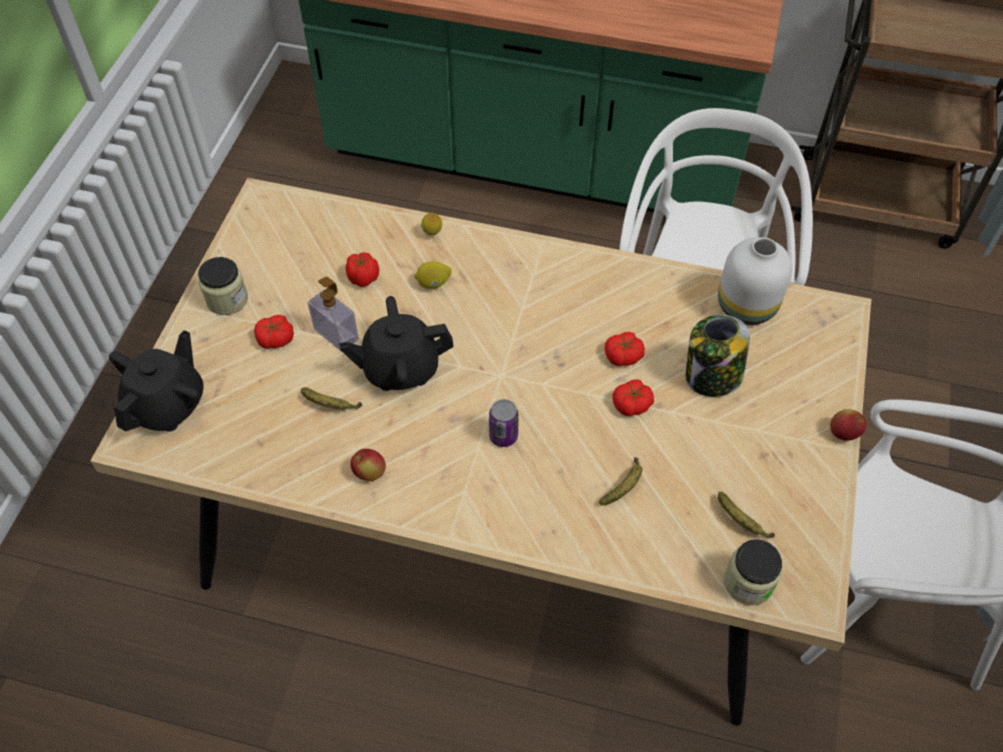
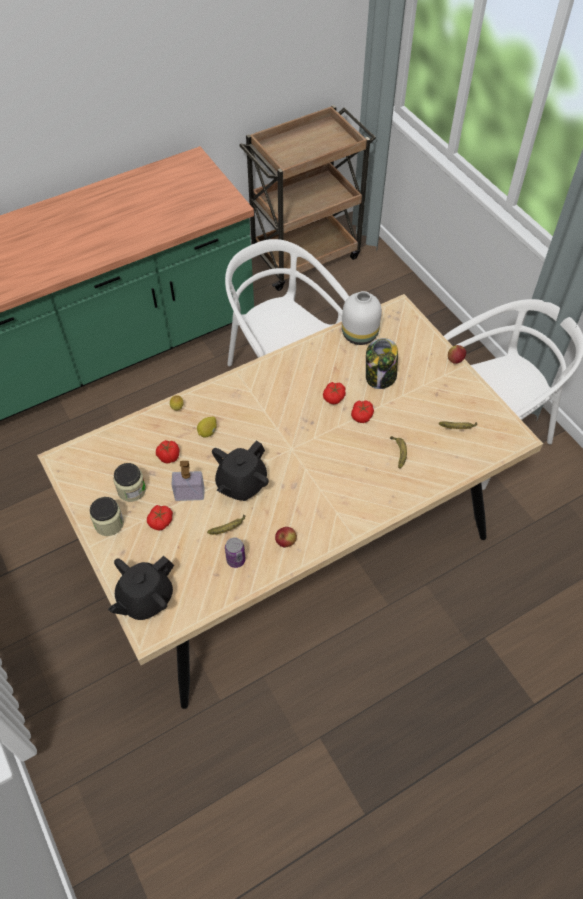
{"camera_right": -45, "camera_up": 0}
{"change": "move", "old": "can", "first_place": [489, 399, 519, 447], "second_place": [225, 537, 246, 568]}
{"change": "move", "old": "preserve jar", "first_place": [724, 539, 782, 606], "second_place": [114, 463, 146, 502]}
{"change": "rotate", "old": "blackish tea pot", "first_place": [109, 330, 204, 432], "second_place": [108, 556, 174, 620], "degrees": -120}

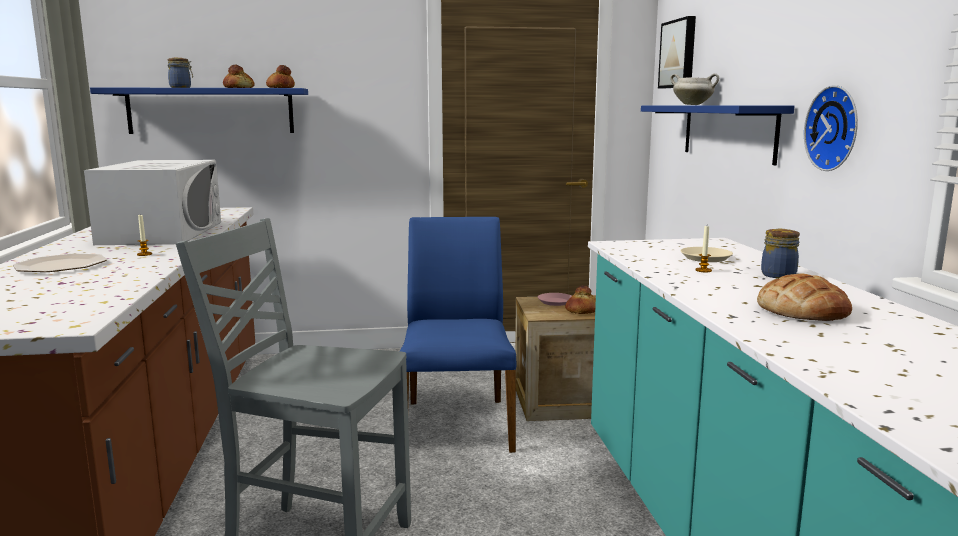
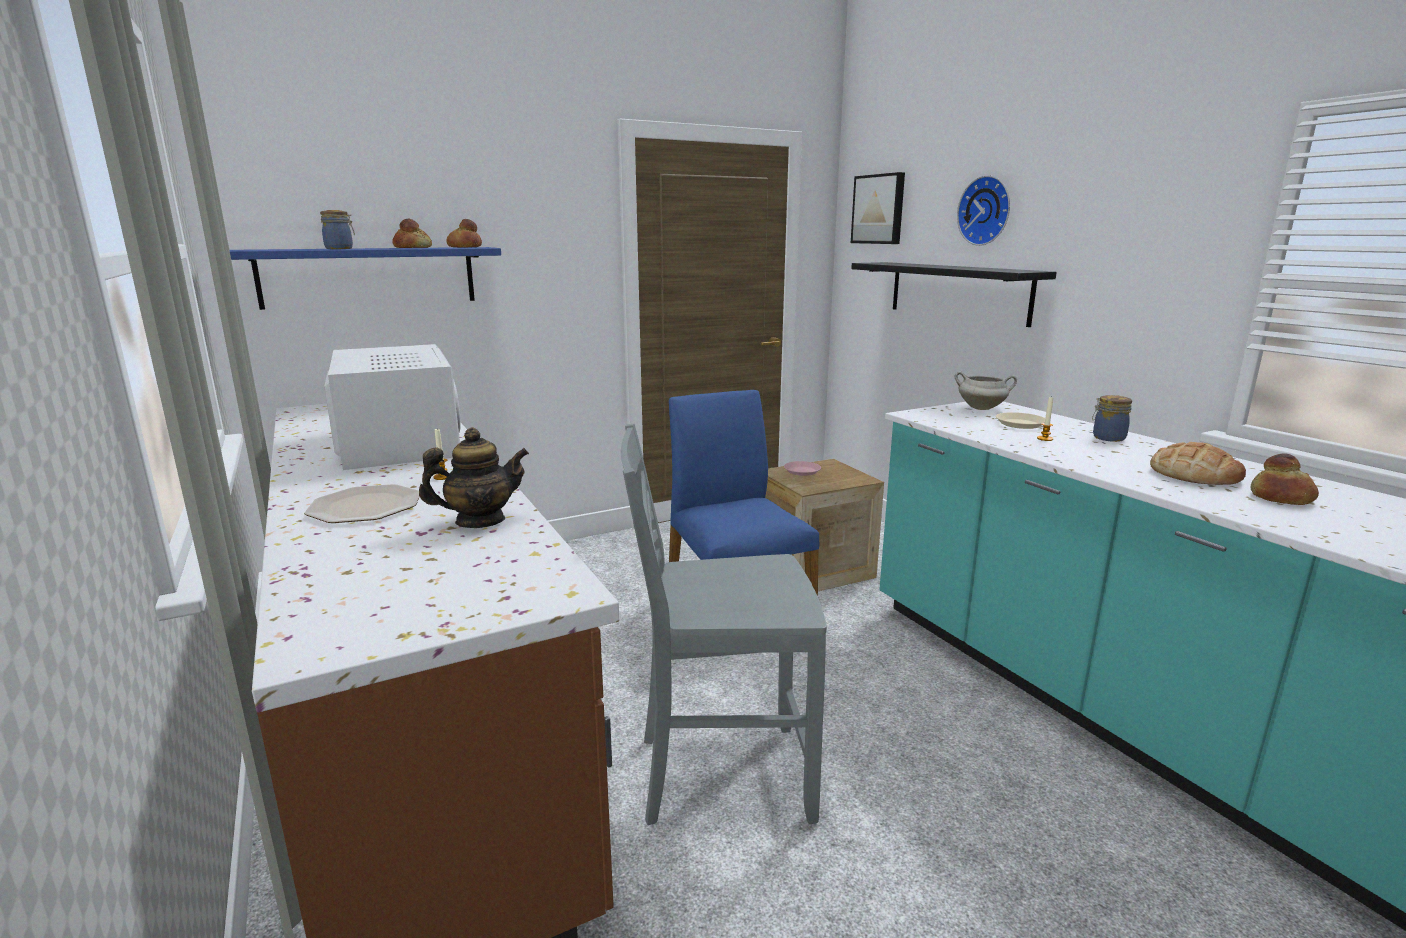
{"camera_right": -20, "camera_up": 5}
{"change": "insert", "new": "tea pot", "second_place": [419, 427, 529, 528]}
{"change": "move", "old": "bakery bread", "first_place": [565, 285, 596, 314], "second_place": [1250, 453, 1319, 505]}
{"change": "move", "old": "white stockpot", "first_place": [670, 73, 719, 105], "second_place": [954, 371, 1017, 410]}
{"change": "move", "old": "wall clock", "first_place": [804, 85, 858, 171], "second_place": [957, 175, 1010, 246]}
{"change": "recolor", "old": "blue-coloured bracket shelf", "new": "blackish bracket shelf", "first_place": [641, 105, 795, 165], "second_place": [851, 262, 1057, 327]}

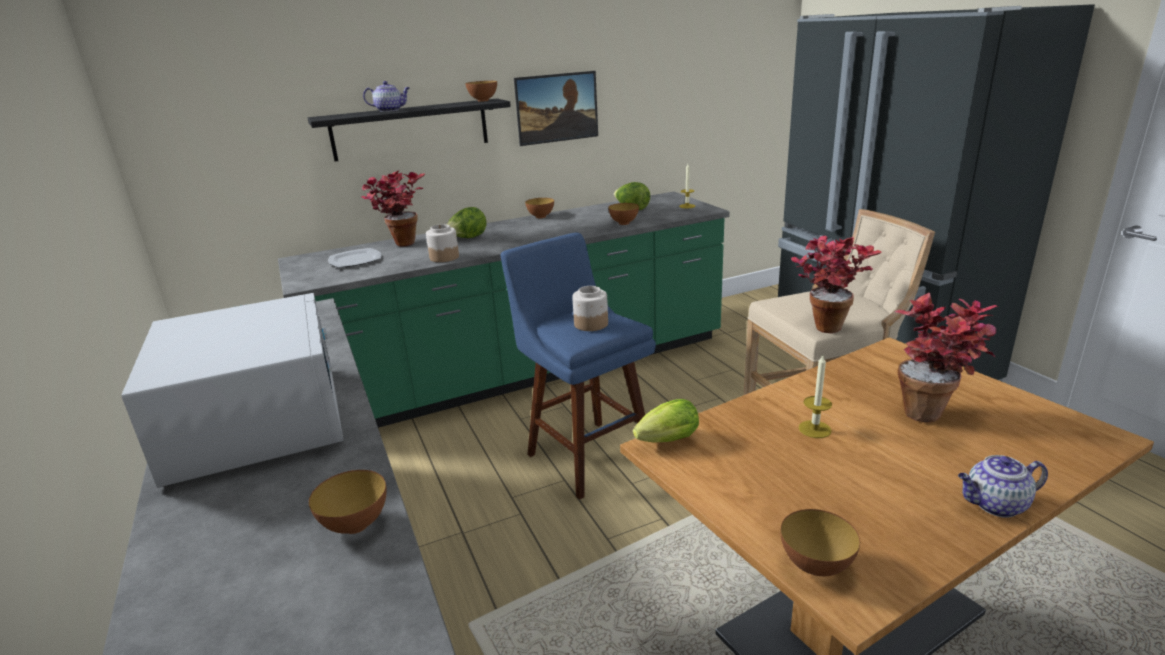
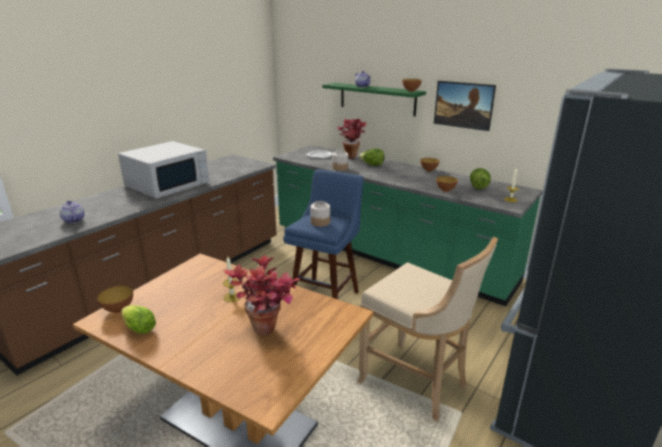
{"camera_right": 60, "camera_up": 0}
{"change": "delete", "old": "bowl", "first_place": [309, 470, 387, 534]}
{"change": "delete", "old": "houseplant", "first_place": [791, 236, 881, 333]}
{"change": "move", "old": "lettuce", "first_place": [633, 399, 699, 443], "second_place": [122, 305, 156, 334]}
{"change": "move", "old": "tea pot", "first_place": [958, 455, 1048, 518], "second_place": [60, 201, 85, 223]}
{"change": "recolor", "old": "blackish bracket shelf", "new": "greenish bracket shelf", "first_place": [308, 98, 511, 162], "second_place": [322, 83, 426, 116]}

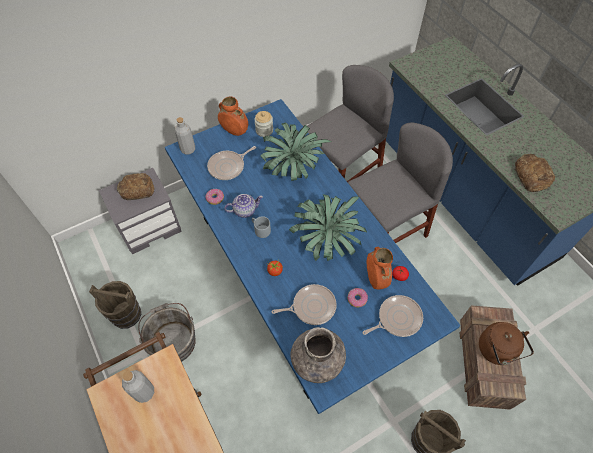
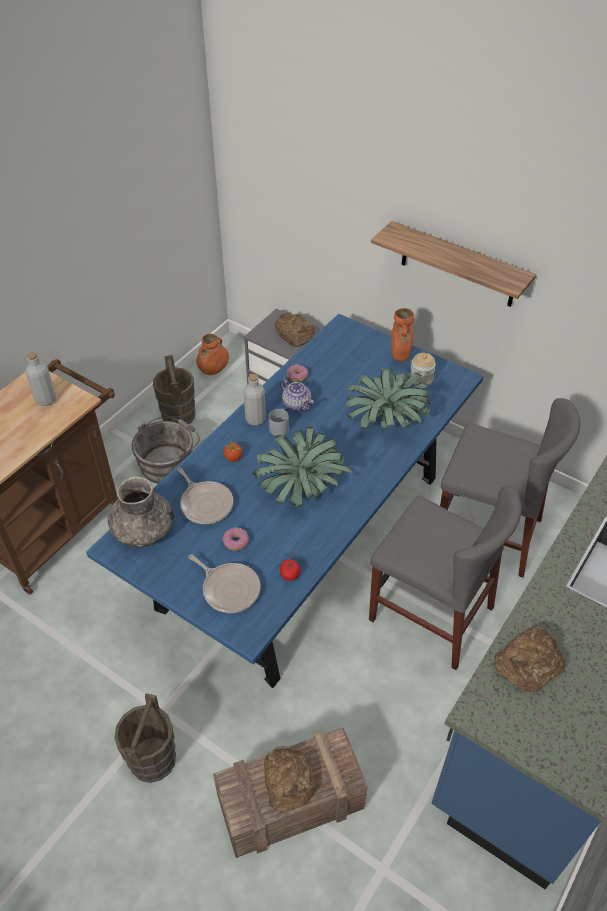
{"camera_right": 65, "camera_up": -10}
{"change": "delete", "old": "skillet", "first_place": [207, 146, 256, 180]}
{"change": "insert", "new": "bracket shelf", "second_place": [371, 221, 536, 307]}
{"change": "move", "old": "greyish beverage bottle", "first_place": [175, 117, 195, 155], "second_place": [244, 374, 266, 425]}
{"change": "move", "old": "orange-coloured vase", "first_place": [367, 247, 393, 289], "second_place": [196, 334, 229, 375]}
{"change": "replace", "old": "brownish water kettle", "new": "bakery bread", "first_place": [479, 322, 534, 365], "second_place": [264, 746, 316, 812]}

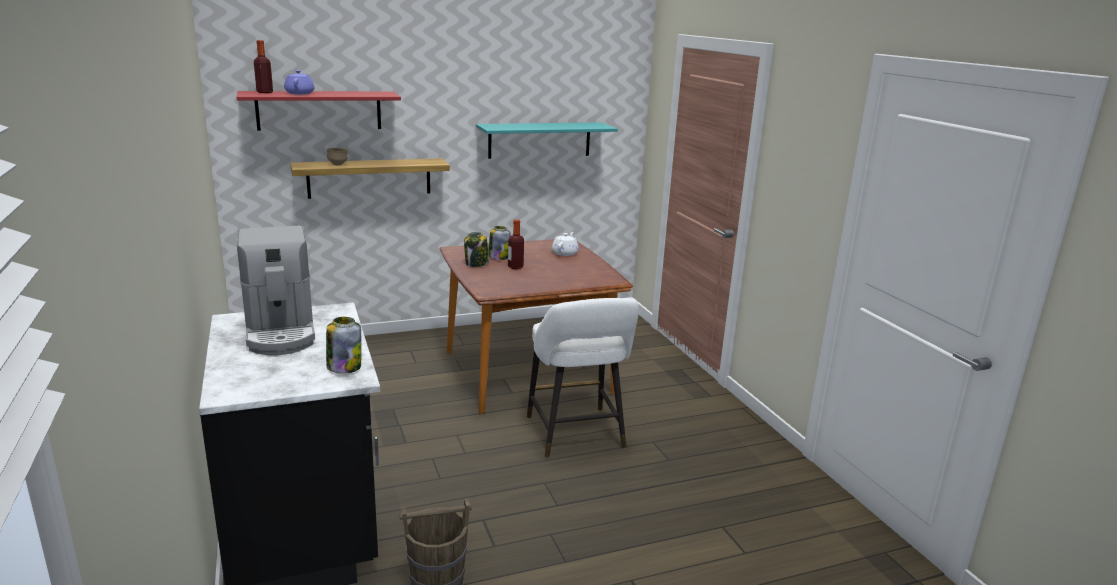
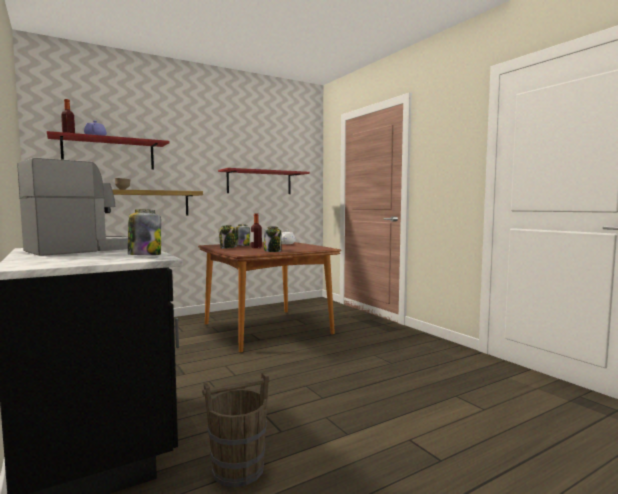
{"camera_right": -10, "camera_up": -15}
{"change": "delete", "old": "white stool", "first_place": [527, 298, 639, 458]}
{"change": "insert", "new": "preserve jar", "second_place": [264, 226, 282, 252]}
{"change": "recolor", "old": "blue-green bracket shelf", "new": "reddish bracket shelf", "first_place": [476, 122, 618, 159], "second_place": [218, 168, 310, 194]}
{"change": "rotate", "old": "coffee maker", "first_place": [237, 226, 315, 355], "second_place": [18, 158, 128, 256], "degrees": -105}

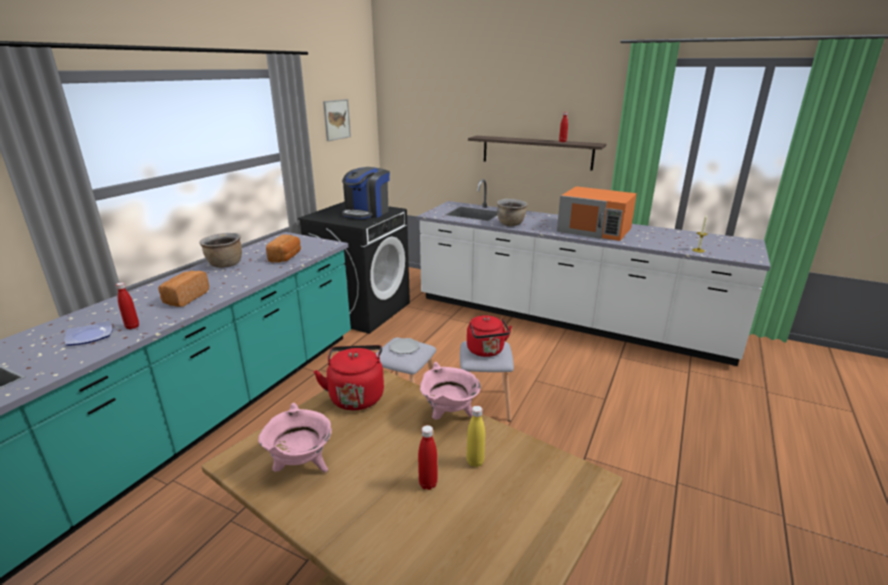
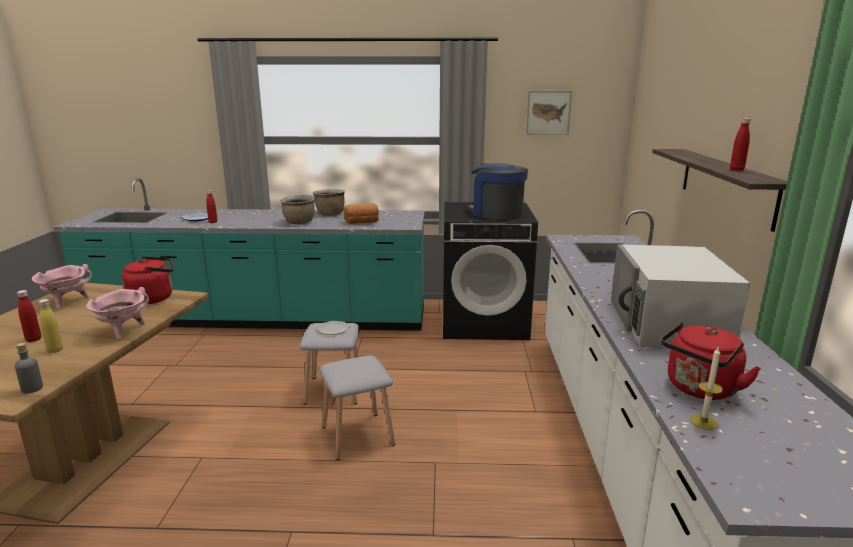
{"camera_right": 65, "camera_up": -5}
{"change": "delete", "old": "bakery bread", "first_place": [158, 271, 209, 307]}
{"change": "insert", "new": "greyish beverage bottle", "second_place": [15, 343, 43, 394]}
{"change": "move", "old": "reddish water kettle", "first_place": [467, 315, 512, 357], "second_place": [661, 322, 761, 400]}
{"change": "move", "old": "brownish stockpot", "first_place": [497, 199, 528, 226], "second_place": [280, 195, 315, 224]}
{"change": "recolor", "old": "orange-coloured microwave oven", "new": "white microwave oven", "first_place": [557, 186, 637, 241], "second_place": [611, 244, 750, 347]}
{"change": "rotate", "old": "coffee maker", "first_place": [342, 167, 390, 219], "second_place": [467, 163, 528, 220], "degrees": 45}

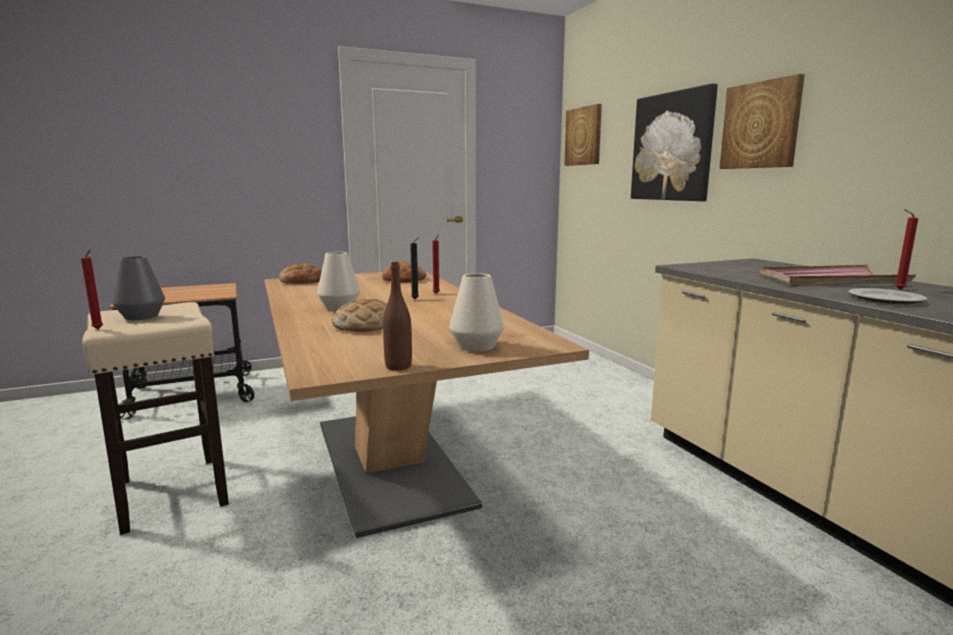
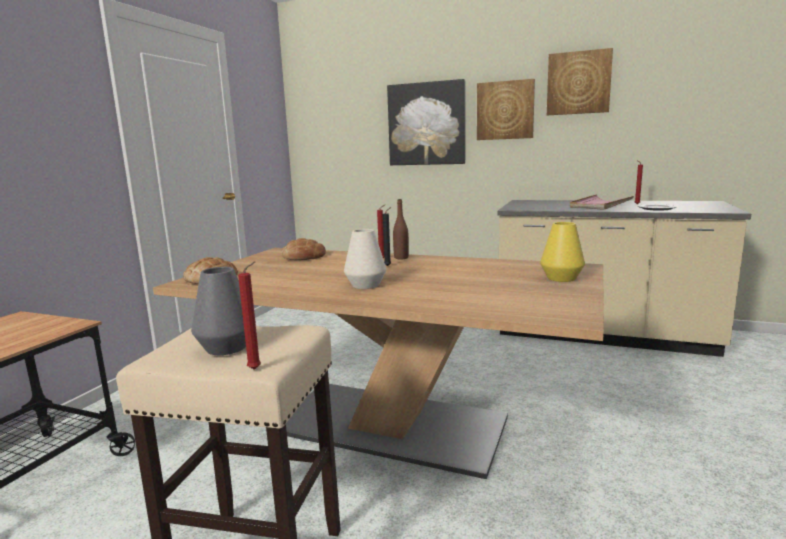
{"camera_right": -45, "camera_up": 0}
{"change": "delete", "old": "bakery bread", "first_place": [332, 299, 387, 332]}
{"change": "move", "old": "brownish beverage bottle", "first_place": [383, 262, 412, 370], "second_place": [393, 199, 409, 259]}
{"change": "move", "old": "wall art", "first_place": [564, 104, 602, 166], "second_place": [547, 48, 613, 115]}
{"change": "recolor", "old": "white vase", "new": "yellow-coloured vase", "first_place": [449, 273, 504, 352], "second_place": [540, 222, 585, 282]}

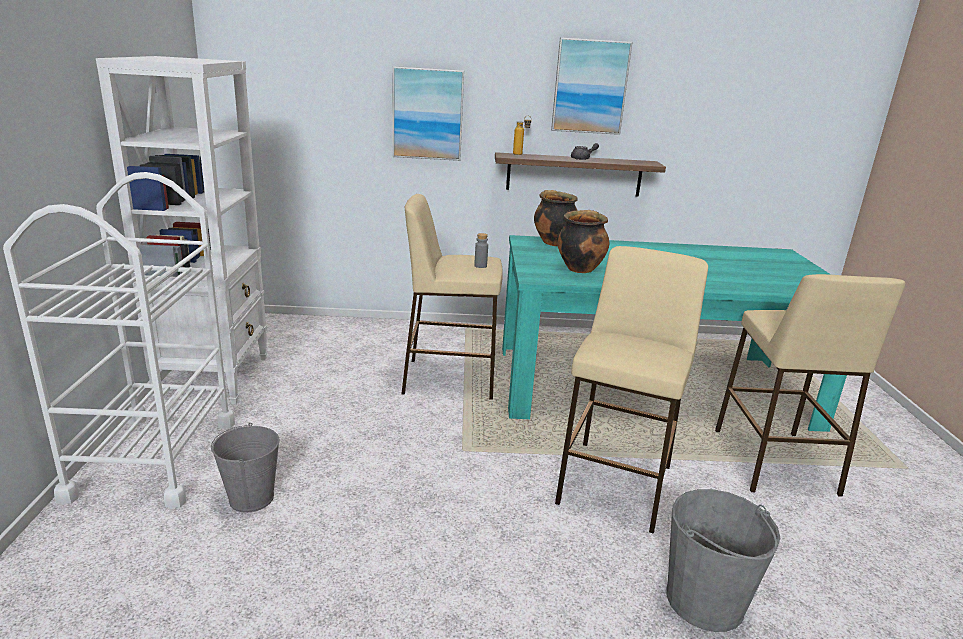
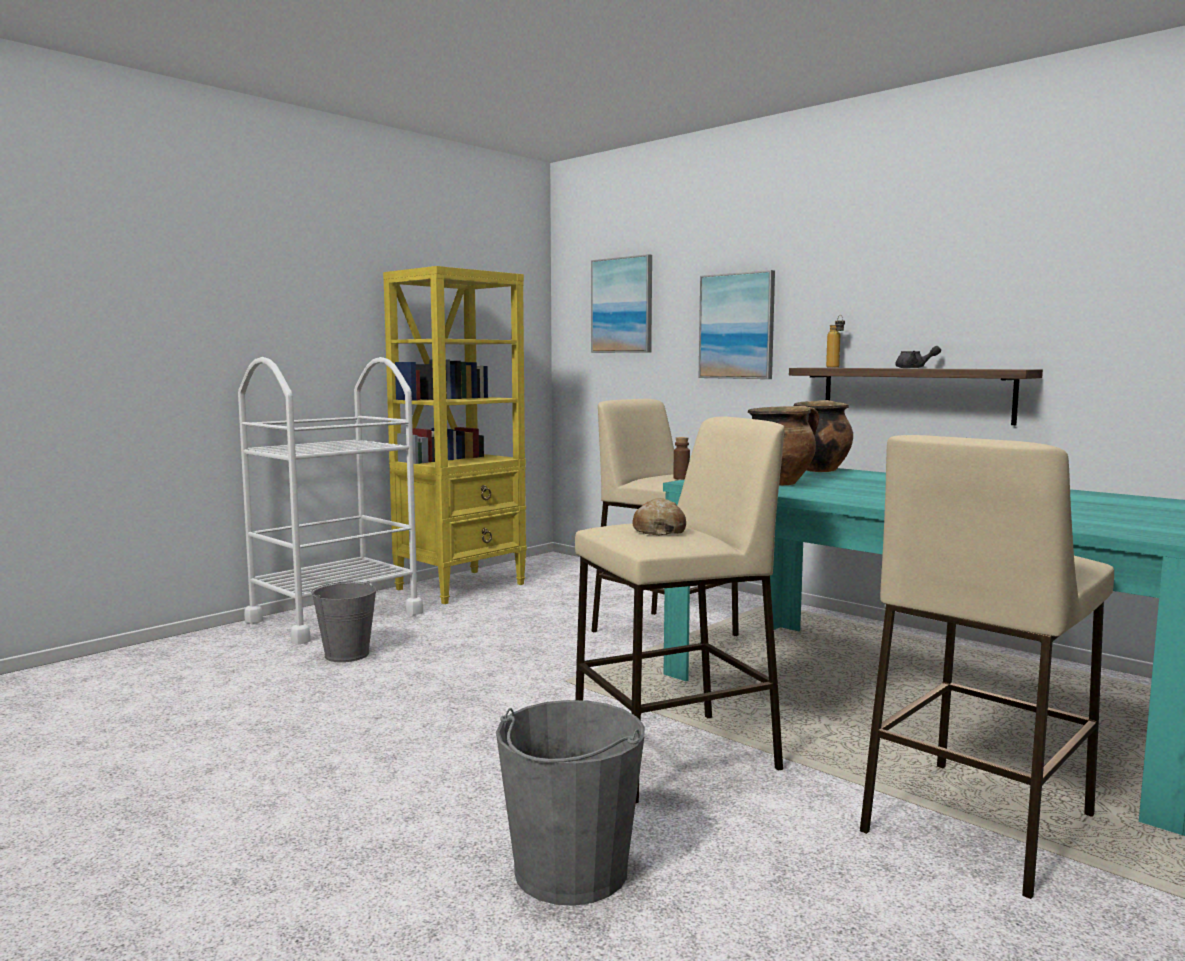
{"camera_right": 45, "camera_up": -15}
{"change": "insert", "new": "bakery bread", "second_place": [632, 498, 686, 535]}
{"change": "move", "old": "wall art", "first_place": [551, 38, 632, 135], "second_place": [591, 254, 652, 353]}
{"change": "recolor", "old": "white shelving unit", "new": "yellow-coloured shelving unit", "first_place": [96, 56, 267, 404], "second_place": [383, 266, 527, 604]}
{"change": "recolor", "old": "greyish beverage bottle", "new": "brownish beverage bottle", "first_place": [474, 233, 488, 268], "second_place": [674, 437, 690, 480]}

